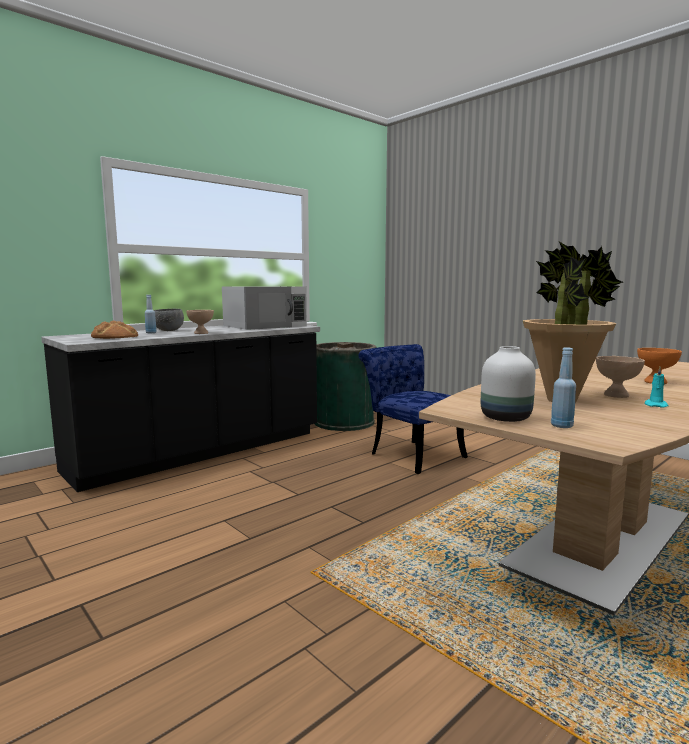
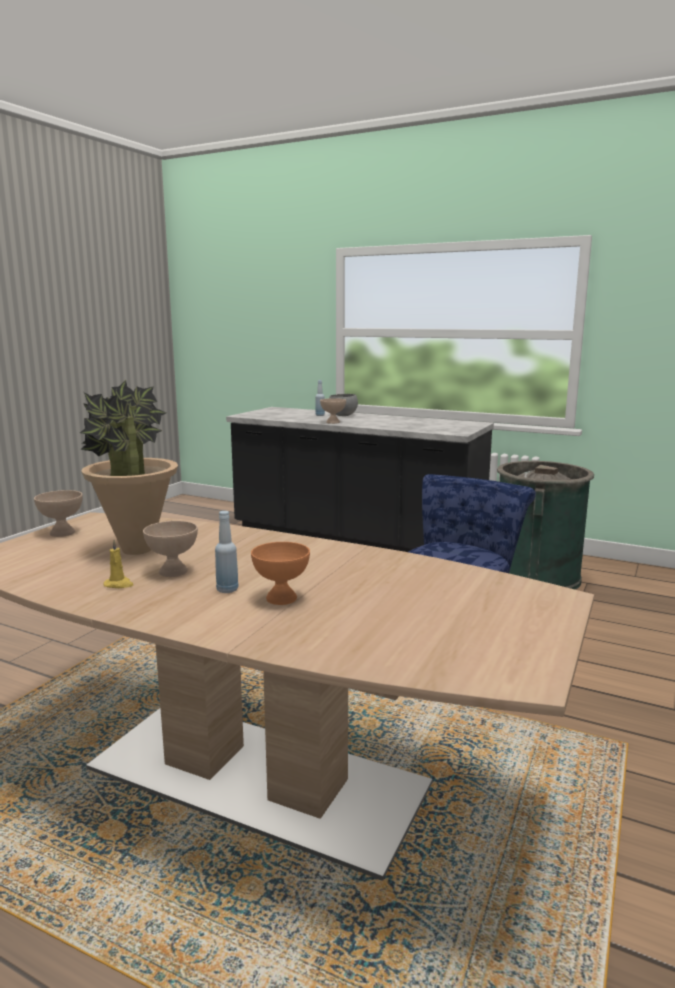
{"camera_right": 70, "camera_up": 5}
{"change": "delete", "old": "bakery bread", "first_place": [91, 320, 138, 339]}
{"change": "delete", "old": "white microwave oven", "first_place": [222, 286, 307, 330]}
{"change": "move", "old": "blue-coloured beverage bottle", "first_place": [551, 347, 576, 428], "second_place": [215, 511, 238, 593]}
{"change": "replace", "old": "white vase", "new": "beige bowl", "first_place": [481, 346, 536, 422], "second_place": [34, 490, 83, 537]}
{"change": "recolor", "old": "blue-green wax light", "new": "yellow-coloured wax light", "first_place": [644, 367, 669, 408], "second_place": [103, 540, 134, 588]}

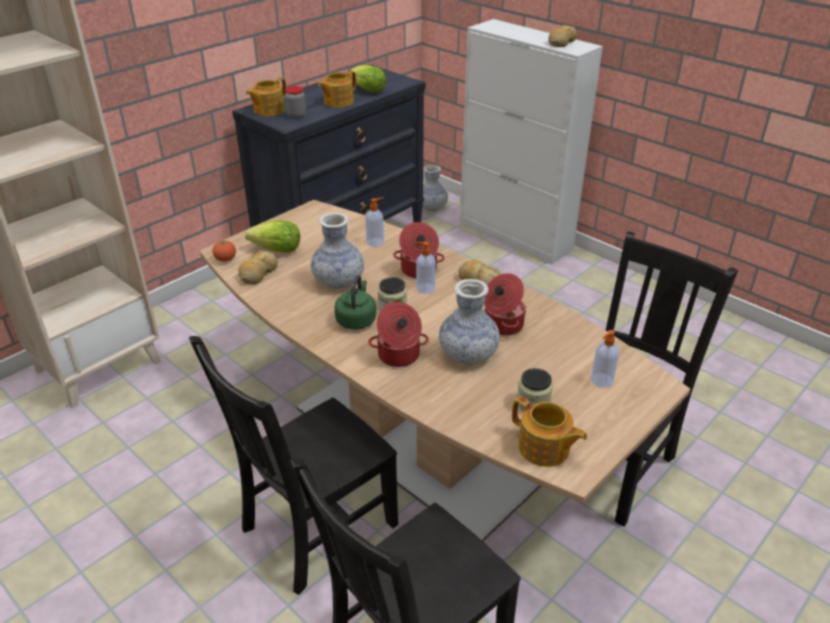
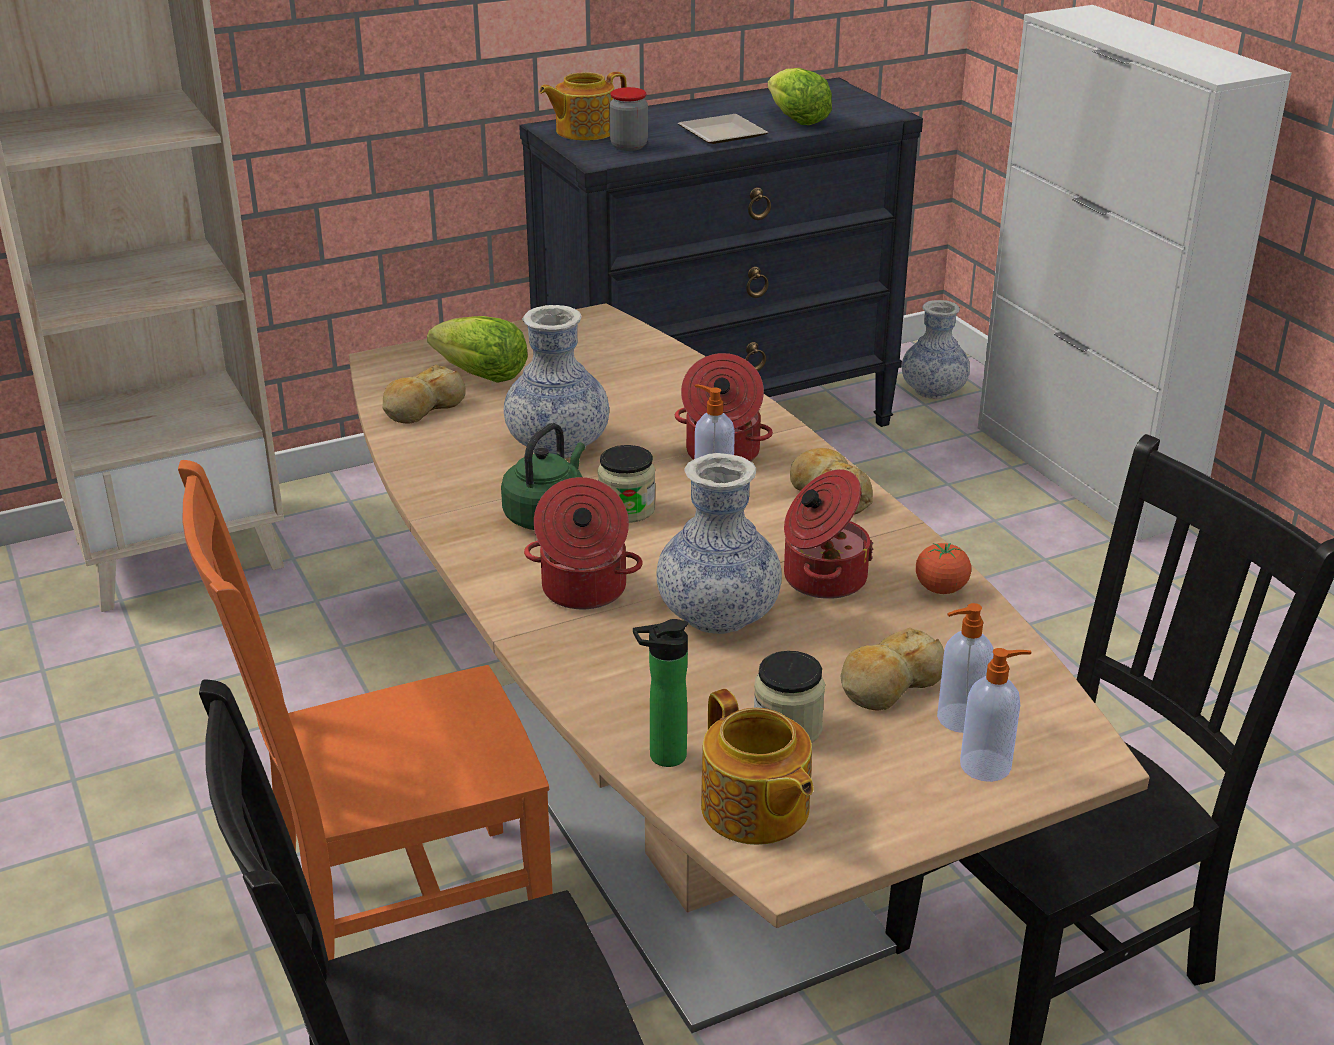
{"camera_right": 20, "camera_up": -5}
{"change": "insert", "new": "beverage bottle", "second_place": [633, 619, 688, 767]}
{"change": "move", "old": "fresh tomato", "first_place": [212, 240, 236, 262], "second_place": [916, 543, 971, 594]}
{"change": "move", "old": "soap dispenser", "first_place": [365, 197, 384, 247], "second_place": [960, 648, 1032, 782]}
{"change": "move", "old": "bakery bread", "first_place": [548, 25, 577, 47], "second_place": [841, 628, 944, 711]}
{"change": "replace", "old": "tea pot", "new": "dinner plate", "first_place": [318, 71, 356, 108], "second_place": [678, 114, 768, 144]}
{"change": "recolor", "old": "blackish chair", "new": "orange-coloured chair", "first_place": [189, 336, 398, 595], "second_place": [178, 460, 553, 961]}

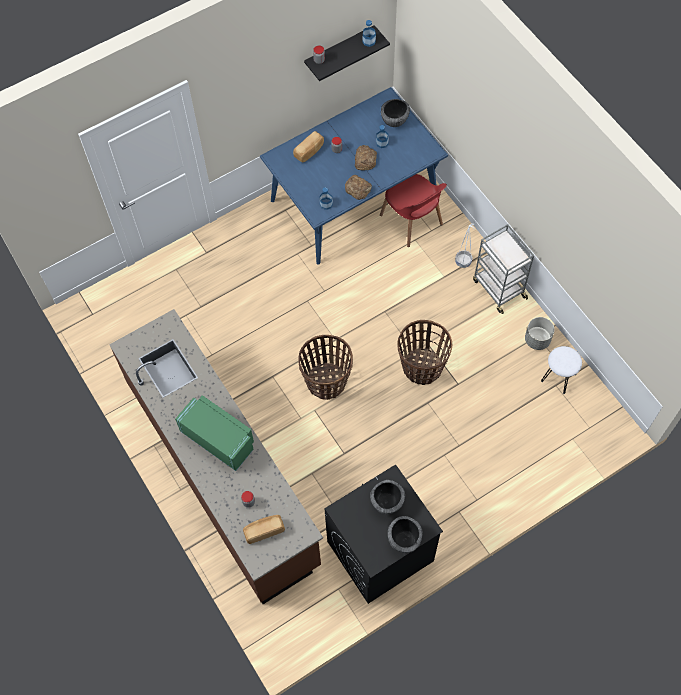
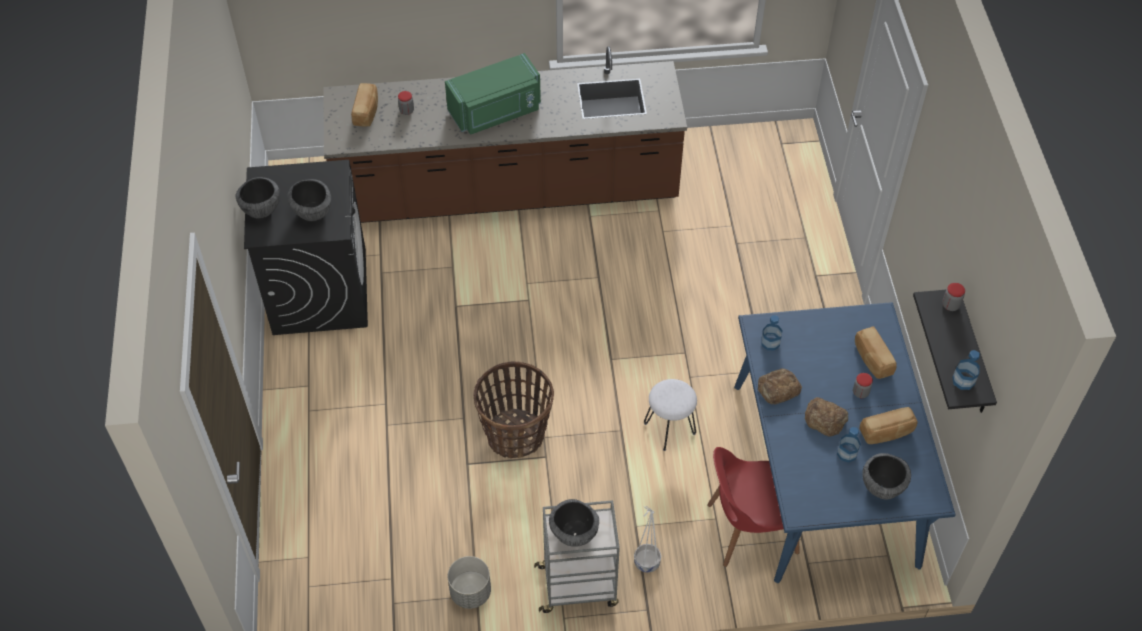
{"camera_right": 115, "camera_up": -10}
{"change": "delete", "old": "storage basket", "first_place": [298, 335, 353, 400]}
{"change": "insert", "new": "bowl", "second_place": [549, 499, 599, 547]}
{"change": "insert", "new": "bakery bread", "second_place": [859, 407, 918, 444]}
{"change": "move", "old": "white stool", "first_place": [541, 346, 582, 394], "second_place": [644, 379, 697, 451]}

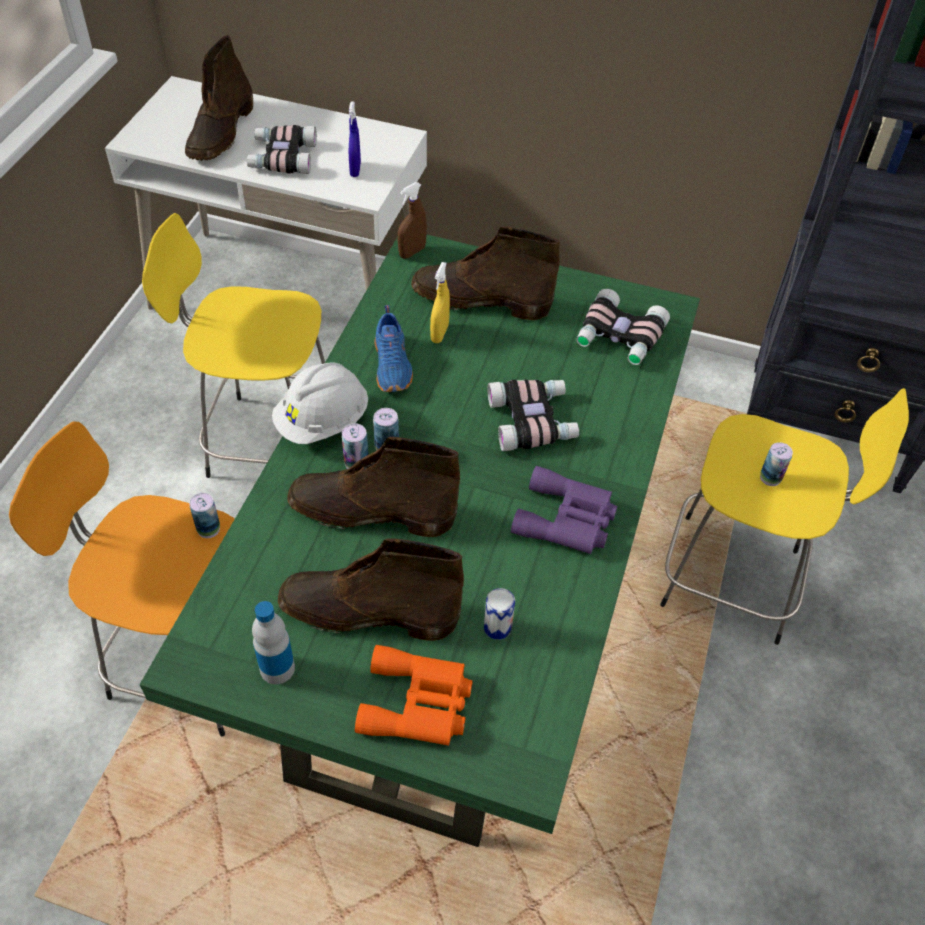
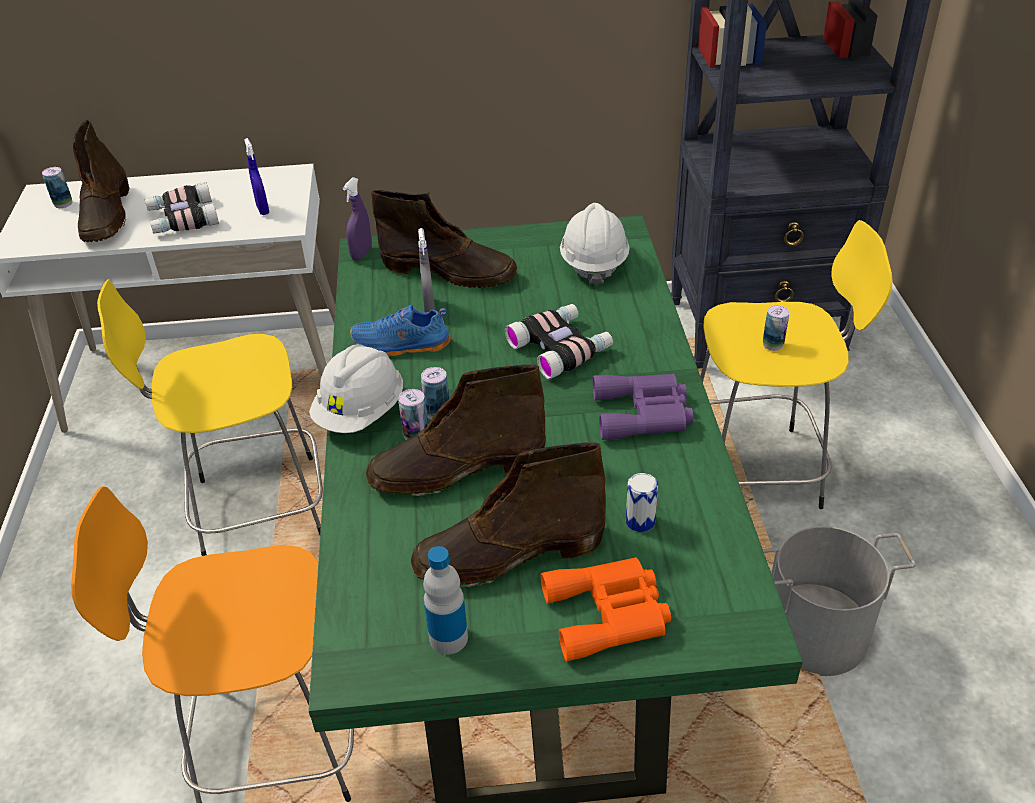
{"camera_right": -20, "camera_up": -10}
{"change": "insert", "new": "greyish pail", "second_place": [763, 526, 916, 676]}
{"change": "move", "old": "can", "first_place": [189, 493, 220, 538], "second_place": [42, 167, 73, 208]}
{"change": "replace", "old": "pair of binoculars", "new": "white safety helmet", "first_place": [576, 289, 670, 365], "second_place": [560, 203, 630, 286]}
{"change": "recolor", "old": "brownish spray bottle", "new": "purple spray bottle", "first_place": [398, 182, 427, 259], "second_place": [343, 177, 372, 260]}
{"change": "recolor", "old": "yellow-coloured spray bottle", "new": "greyish spray bottle", "first_place": [430, 262, 450, 343], "second_place": [418, 228, 435, 312]}
{"change": "rotate", "old": "blue-coloured shoe", "first_place": [374, 305, 413, 392], "second_place": [350, 305, 451, 357], "degrees": 120}
{"change": "rotate", "old": "brownish high-top boot", "first_place": [411, 226, 560, 320], "second_place": [371, 190, 517, 288], "degrees": -150}

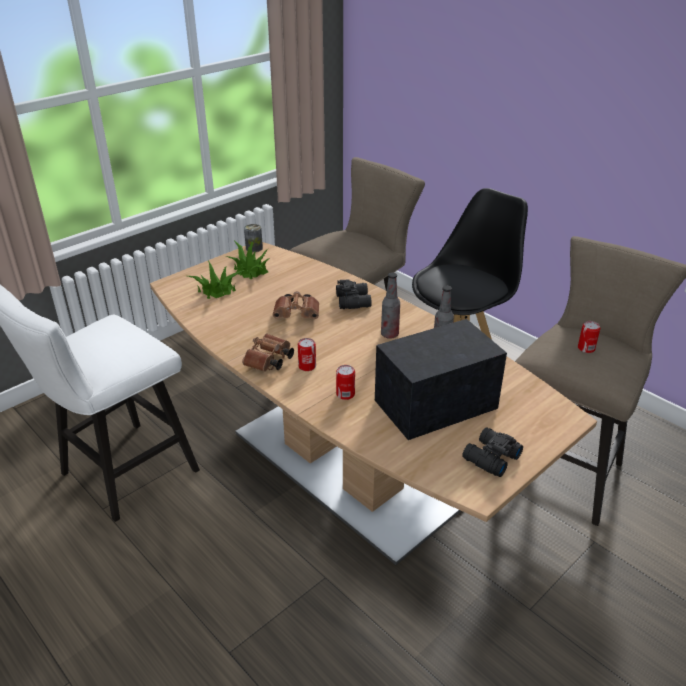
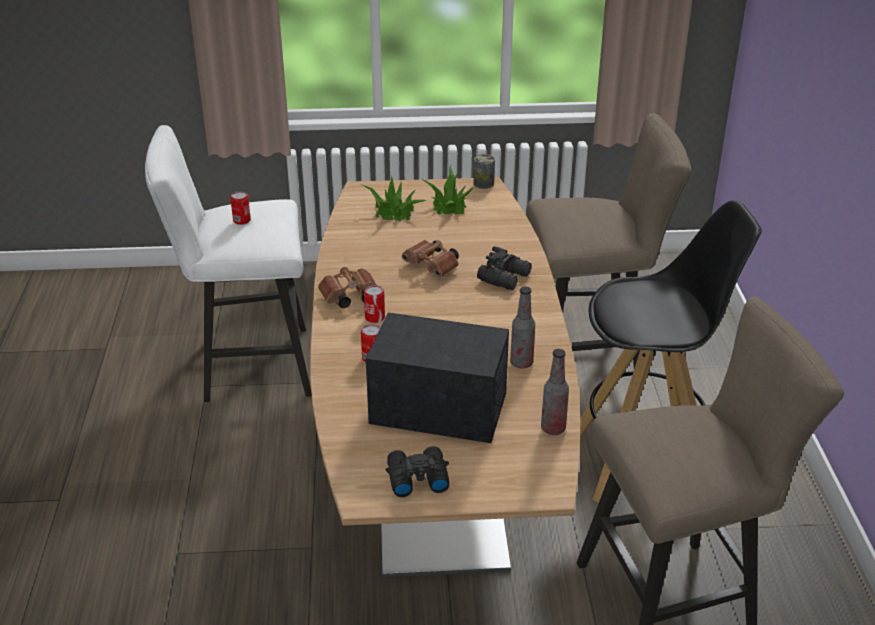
{"camera_right": 40, "camera_up": 0}
{"change": "move", "old": "beverage bottle", "first_place": [381, 273, 400, 339], "second_place": [541, 349, 569, 435]}
{"change": "move", "old": "can", "first_place": [578, 321, 600, 353], "second_place": [230, 191, 251, 225]}

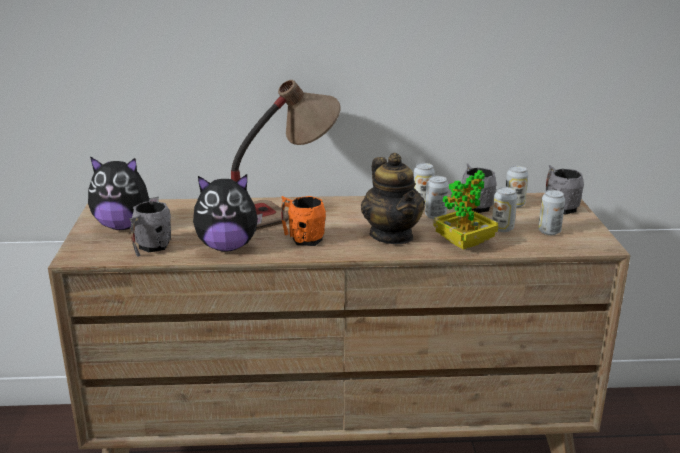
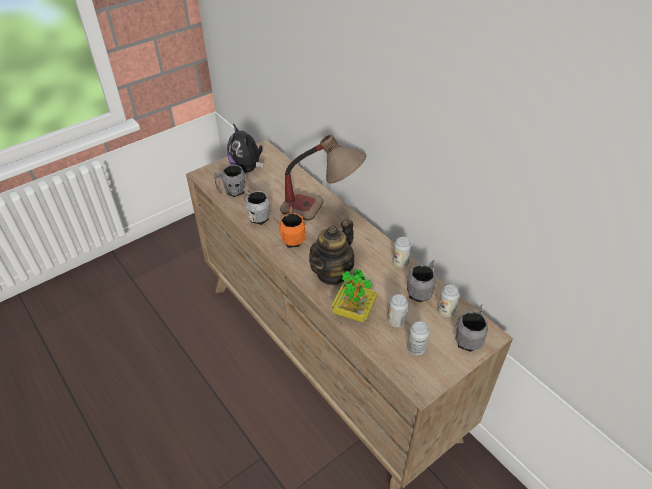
{"camera_right": 55, "camera_up": 20}
{"change": "delete", "old": "can", "first_place": [425, 176, 449, 219]}
{"change": "replace", "old": "plush toy", "new": "greyish tea mug", "first_place": [193, 174, 263, 252], "second_place": [244, 189, 270, 225]}

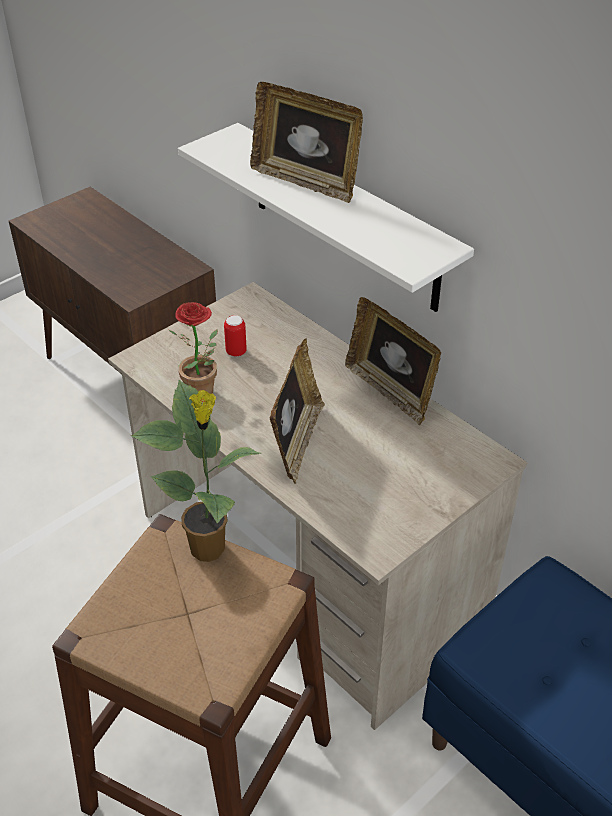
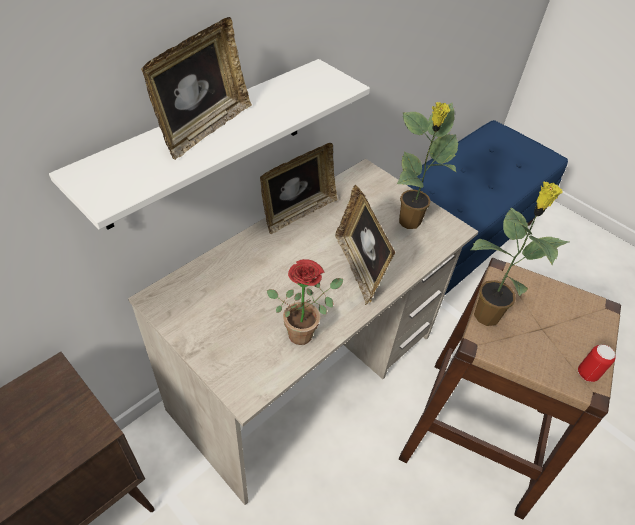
{"camera_right": -95, "camera_up": 5}
{"change": "insert", "new": "houseplant", "second_place": [397, 102, 458, 229]}
{"change": "move", "old": "can", "first_place": [224, 315, 247, 357], "second_place": [578, 345, 616, 382]}
{"change": "rotate", "old": "standing frame", "first_place": [269, 338, 325, 484], "second_place": [335, 185, 395, 305], "degrees": -120}

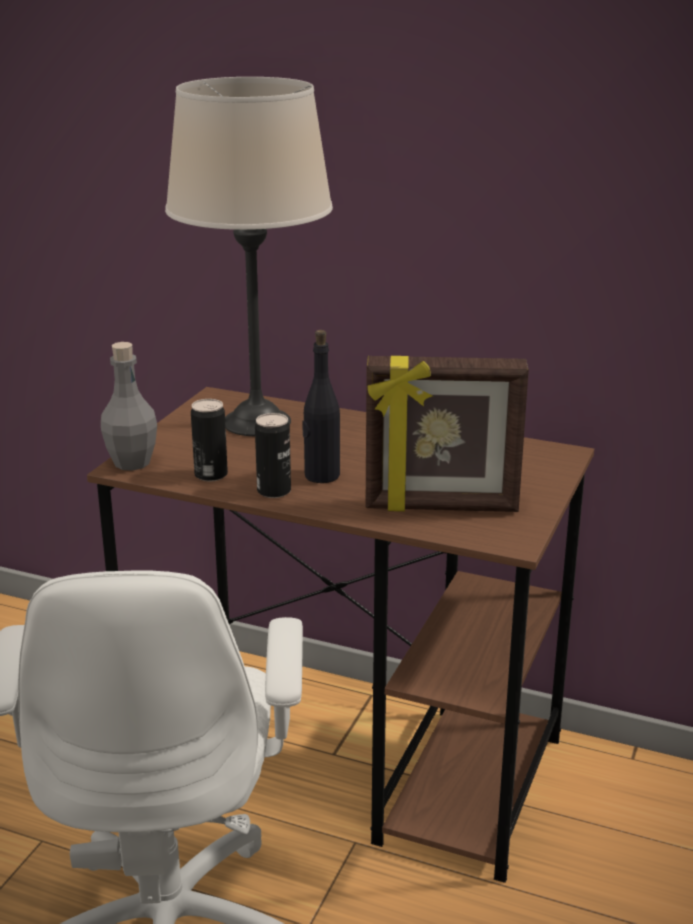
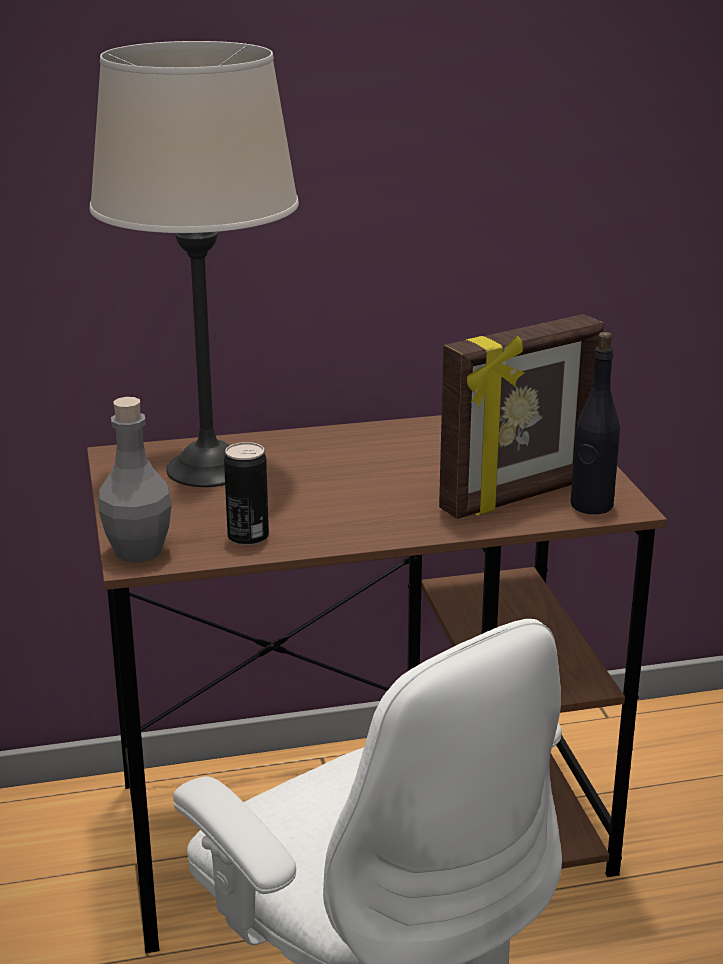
{"camera_right": -35, "camera_up": 0}
{"change": "delete", "old": "can", "first_place": [255, 413, 291, 498]}
{"change": "move", "old": "blackish beverage bottle", "first_place": [302, 330, 340, 483], "second_place": [571, 332, 620, 514]}

